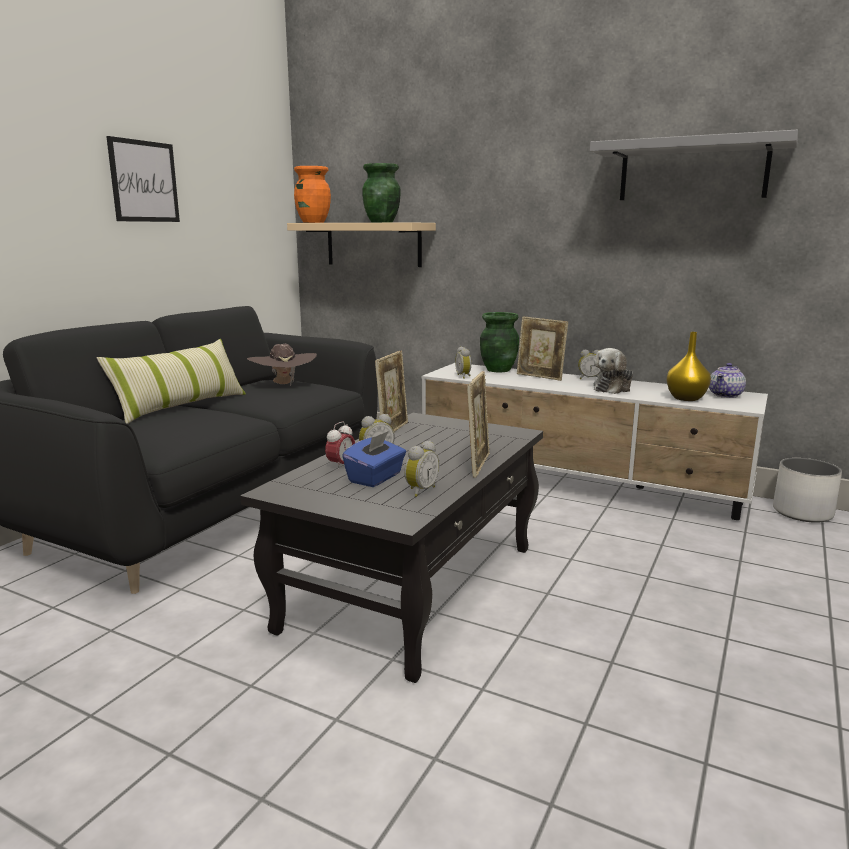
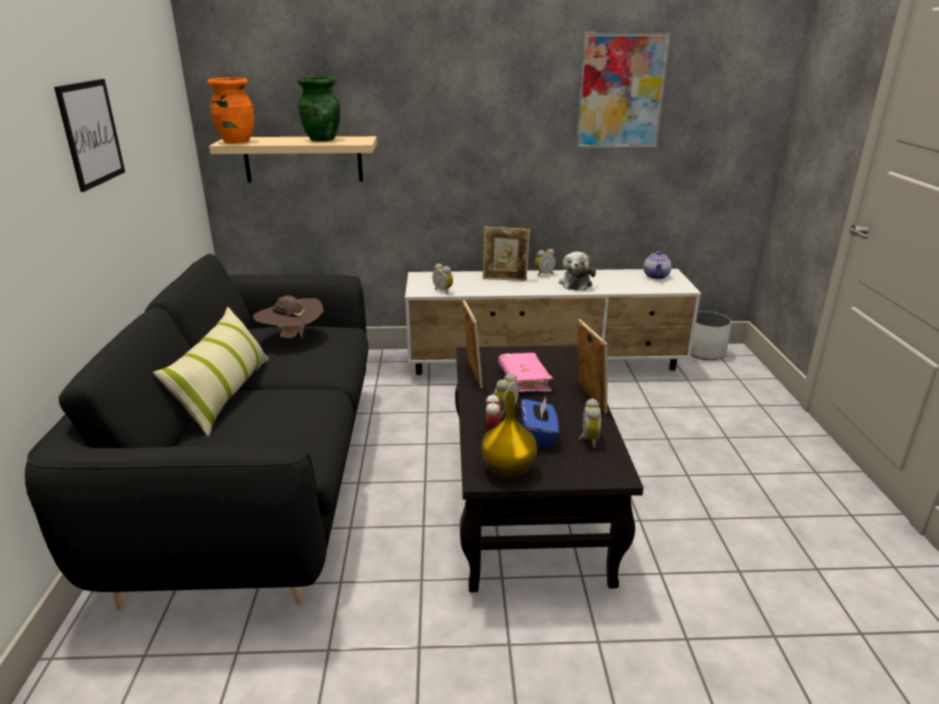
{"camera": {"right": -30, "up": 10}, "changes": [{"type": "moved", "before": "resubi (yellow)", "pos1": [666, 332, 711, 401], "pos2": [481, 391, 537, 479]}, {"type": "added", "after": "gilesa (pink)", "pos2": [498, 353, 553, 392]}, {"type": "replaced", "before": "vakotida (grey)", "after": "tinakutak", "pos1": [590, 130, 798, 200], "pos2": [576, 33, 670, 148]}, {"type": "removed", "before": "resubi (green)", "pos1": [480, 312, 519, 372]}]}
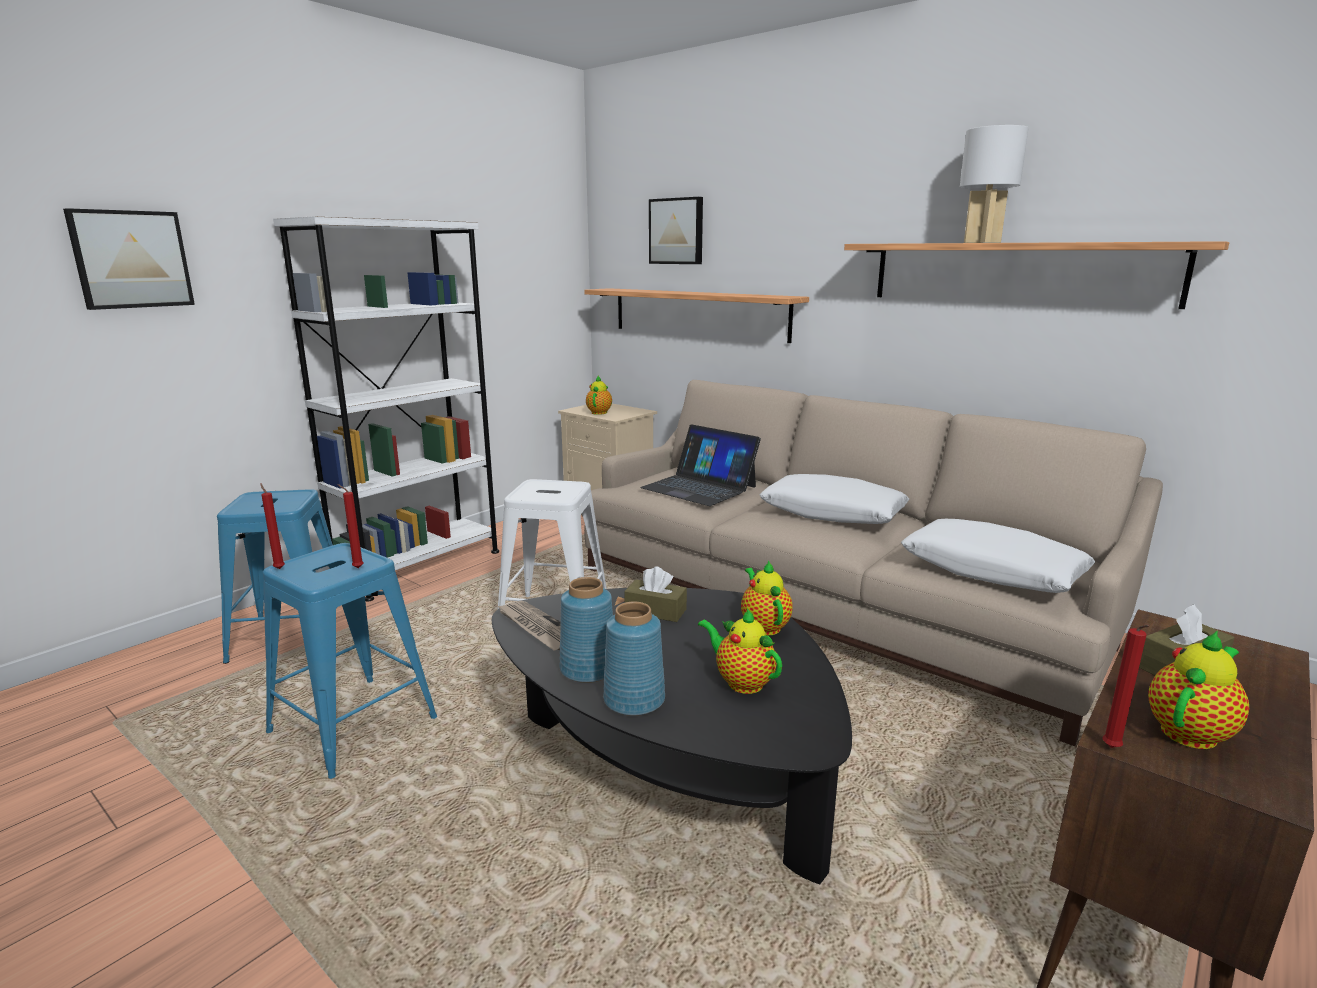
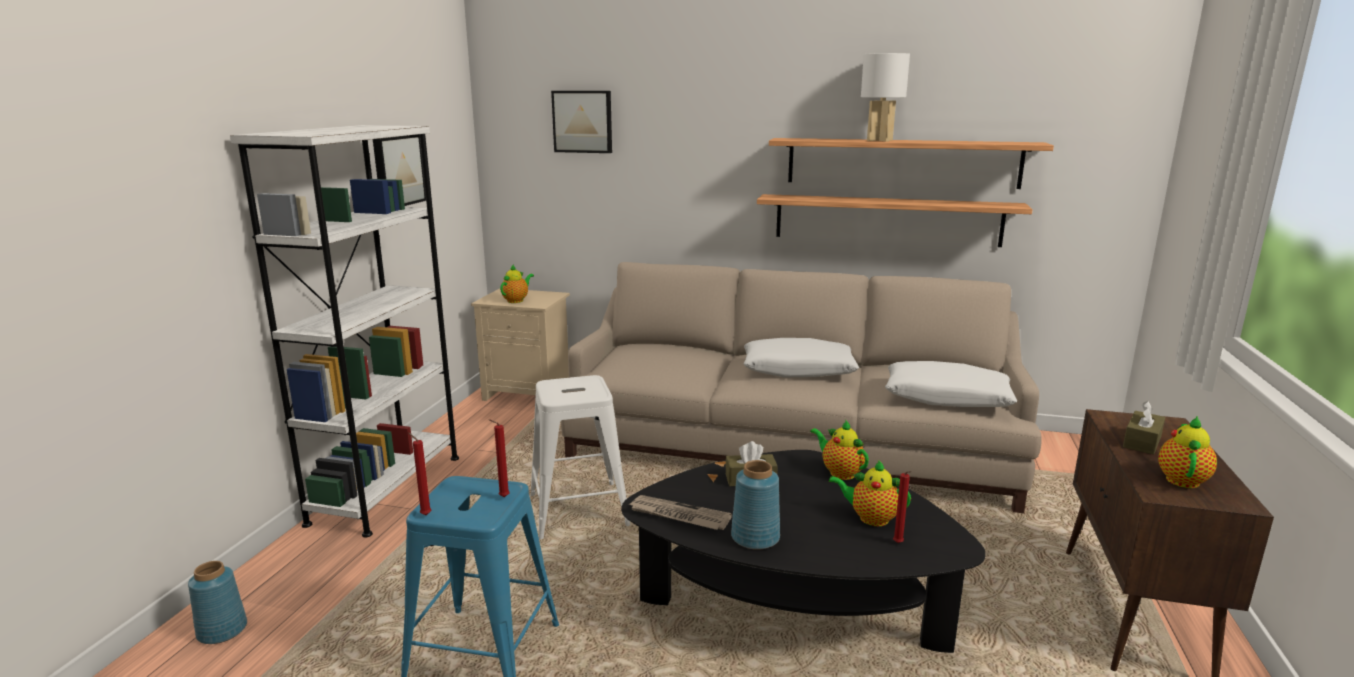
{"camera": {"right": -25, "up": 0}, "changes": [{"type": "moved", "before": "resubi (blue)", "pos1": [603, 602, 665, 716], "pos2": [188, 561, 247, 644]}, {"type": "moved", "before": "tinakutak", "pos1": [63, 208, 195, 310], "pos2": [373, 137, 426, 206]}, {"type": "turned", "before": "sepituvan", "pos1": [586, 375, 612, 415], "pos2": [500, 264, 534, 303], "turn": 45}, {"type": "moved", "before": "vakotida", "pos1": [584, 288, 809, 343], "pos2": [757, 194, 1033, 247]}, {"type": "moved", "before": "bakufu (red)", "pos1": [1102, 625, 1149, 748], "pos2": [893, 471, 912, 543]}, {"type": "removed", "before": "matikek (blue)", "pos1": [217, 489, 333, 664]}, {"type": "removed", "before": "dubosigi", "pos1": [640, 424, 761, 506]}]}
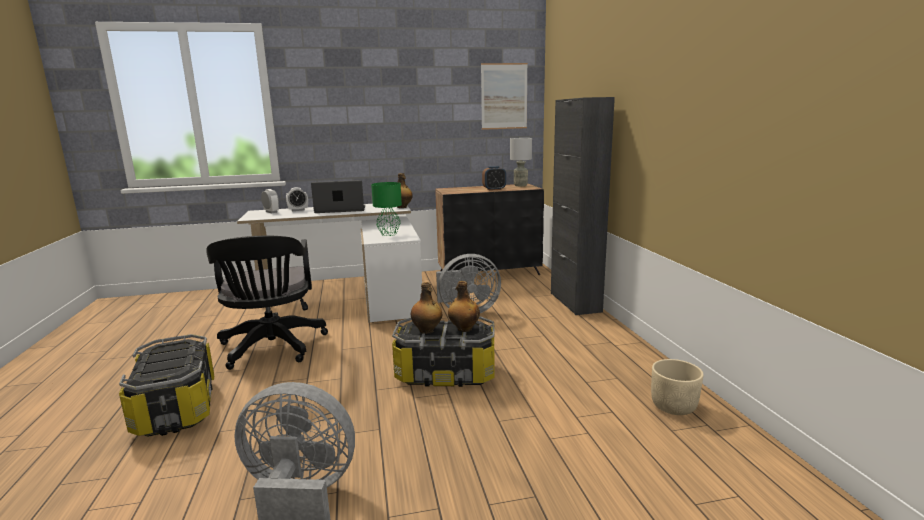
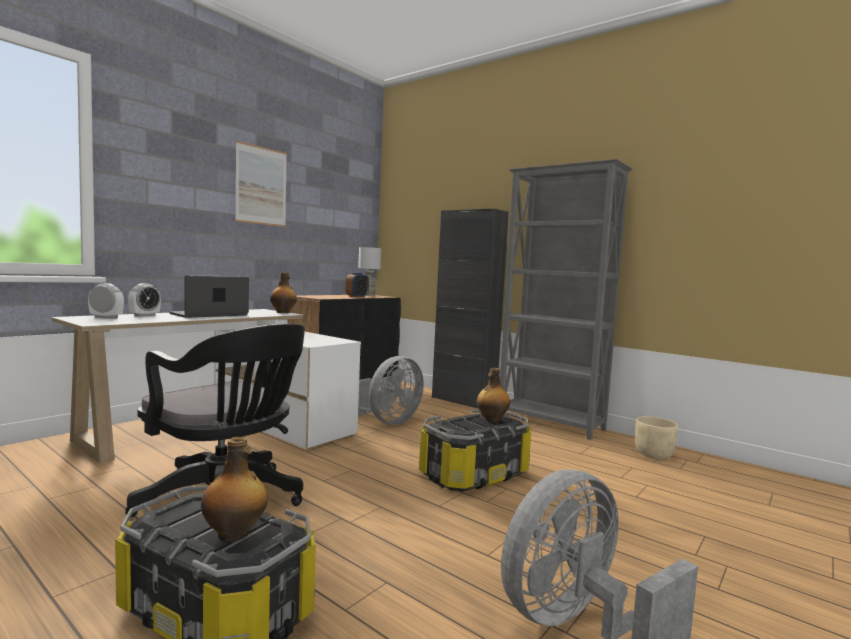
{"camera": {"right": -40, "up": -10}, "changes": [{"type": "moved", "before": "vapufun", "pos1": [411, 282, 442, 334], "pos2": [201, 437, 268, 542]}, {"type": "moved", "before": "tinakutak", "pos1": [481, 63, 528, 130], "pos2": [235, 141, 287, 227]}, {"type": "added", "after": "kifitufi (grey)", "pos2": [500, 159, 633, 440]}, {"type": "removed", "before": "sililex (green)", "pos1": [371, 182, 402, 236]}]}
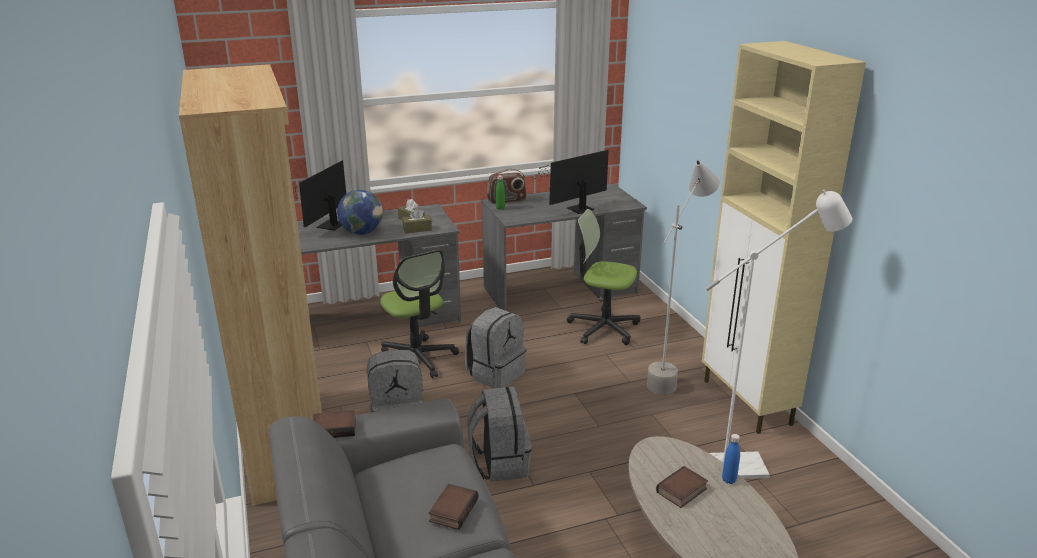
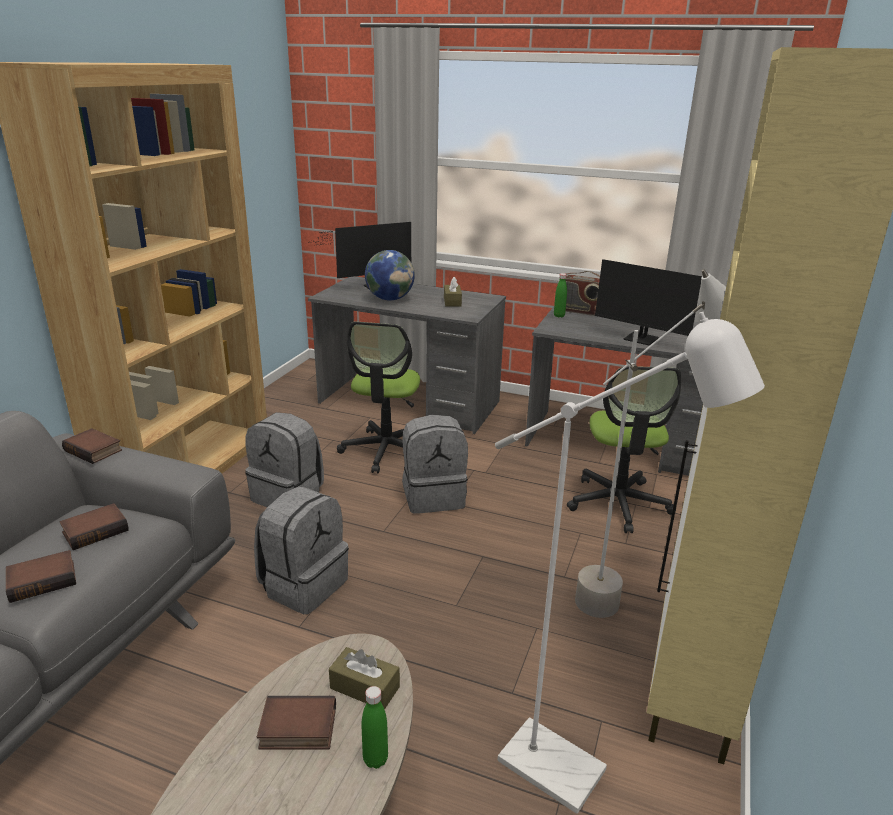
{"camera": {"right": 40, "up": 0}, "changes": [{"type": "added", "after": "gilesa", "pos2": [60, 503, 129, 550]}, {"type": "moved", "before": "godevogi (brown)", "pos1": [402, 208, 432, 233], "pos2": [329, 647, 400, 710]}, {"type": "recoloured", "before": "vapufun (blue)", "after": "vapufun (green)", "pos1": [722, 434, 740, 484], "pos2": [361, 686, 388, 769]}, {"type": "turned", "before": "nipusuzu", "pos1": [567, 209, 641, 345], "pos2": [567, 366, 681, 533], "turn": -150}, {"type": "turned", "before": "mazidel", "pos1": [530, 150, 609, 214], "pos2": [595, 259, 702, 345], "turn": -150}]}
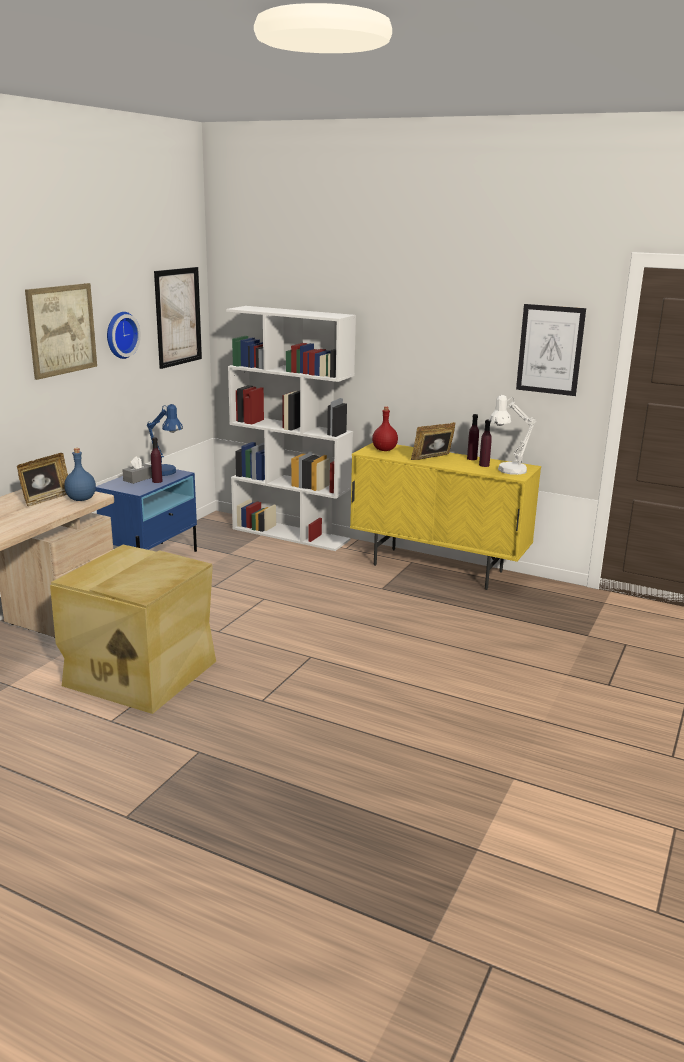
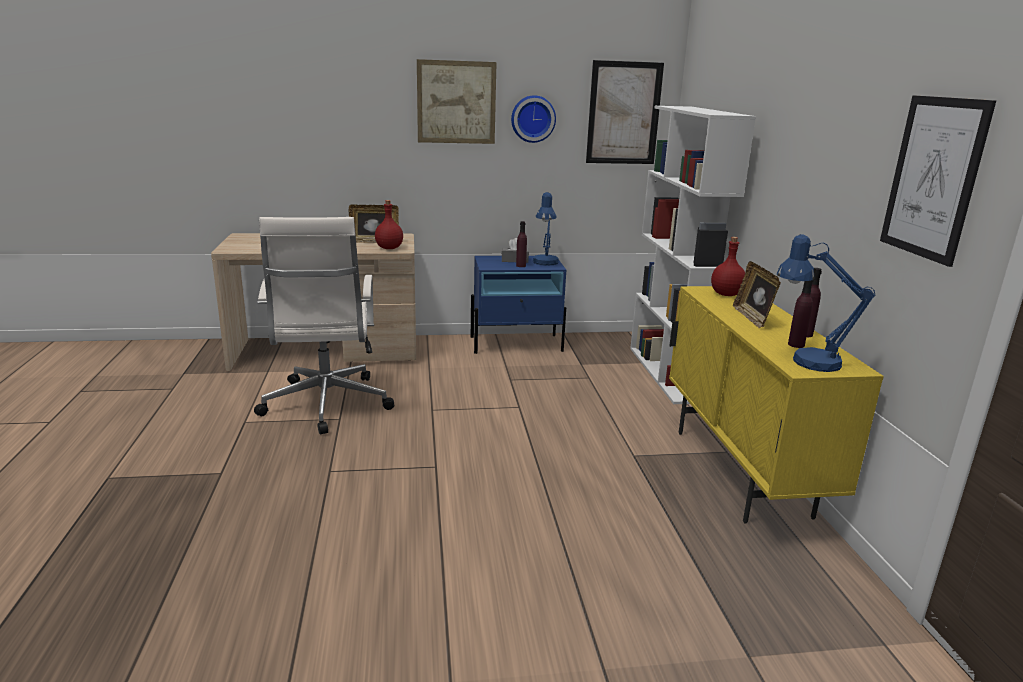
{"camera": {"right": 55, "up": 0}, "changes": [{"type": "replaced", "before": "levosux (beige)", "after": "nipusuzu (white)", "pos1": [50, 545, 216, 714], "pos2": [254, 217, 394, 435]}, {"type": "recoloured", "before": "vapufun (blue)", "after": "vapufun (red)", "pos1": [64, 448, 96, 501], "pos2": [375, 200, 403, 249]}, {"type": "turned", "before": "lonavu", "pos1": [411, 422, 456, 460], "pos2": [733, 261, 781, 328], "turn": -120}, {"type": "recoloured", "before": "sililex (white)", "after": "sililex (blue)", "pos1": [489, 395, 536, 475], "pos2": [777, 234, 875, 372]}]}
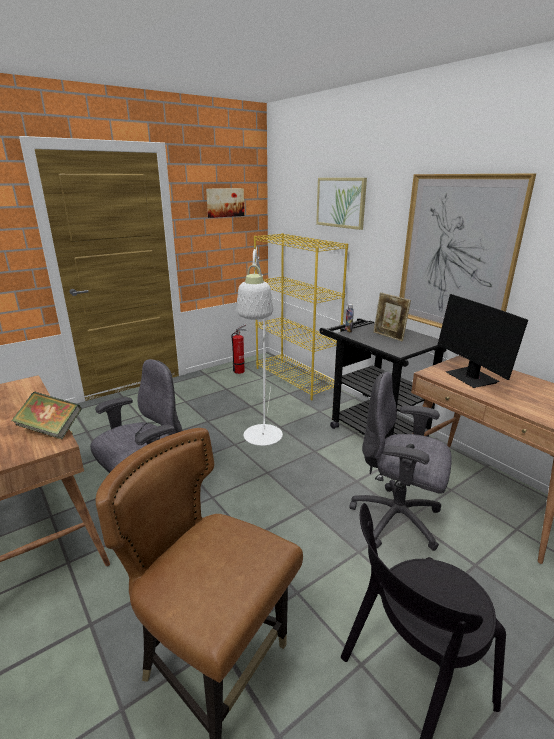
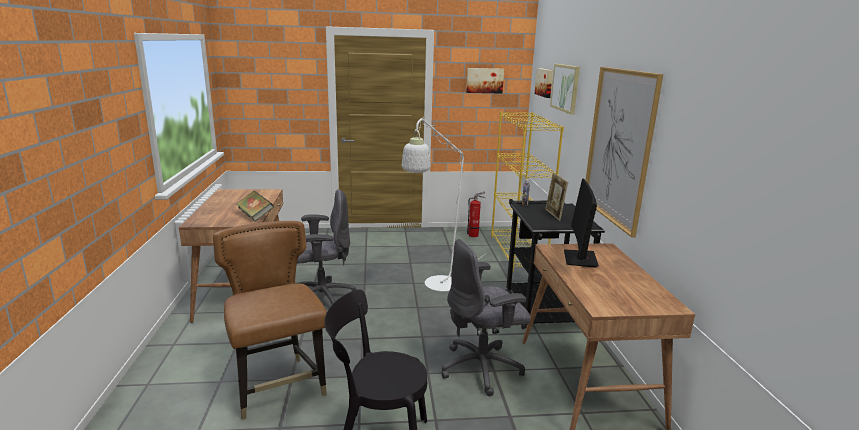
{"camera": {"right": 30, "up": -5}, "changes": [{"type": "turned", "before": "nipusuzu (grey)", "pos1": [349, 372, 452, 551], "pos2": [441, 239, 531, 396], "turn": -75}, {"type": "added", "after": "tinakutak", "pos2": [535, 68, 553, 98]}]}
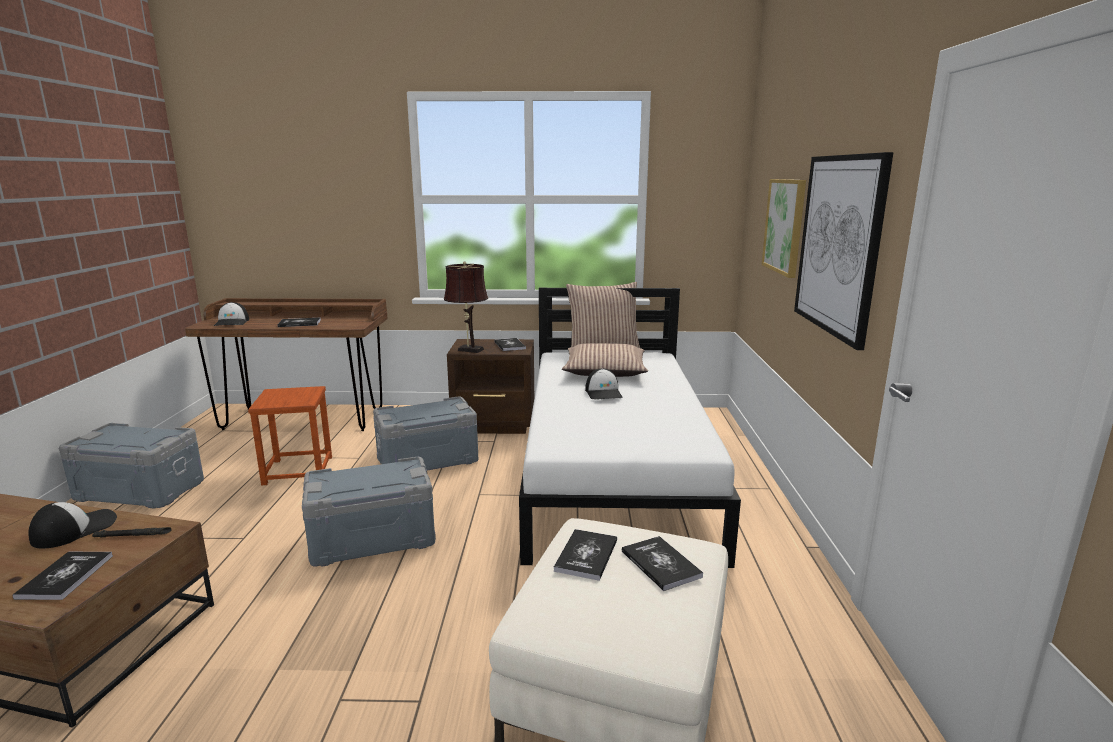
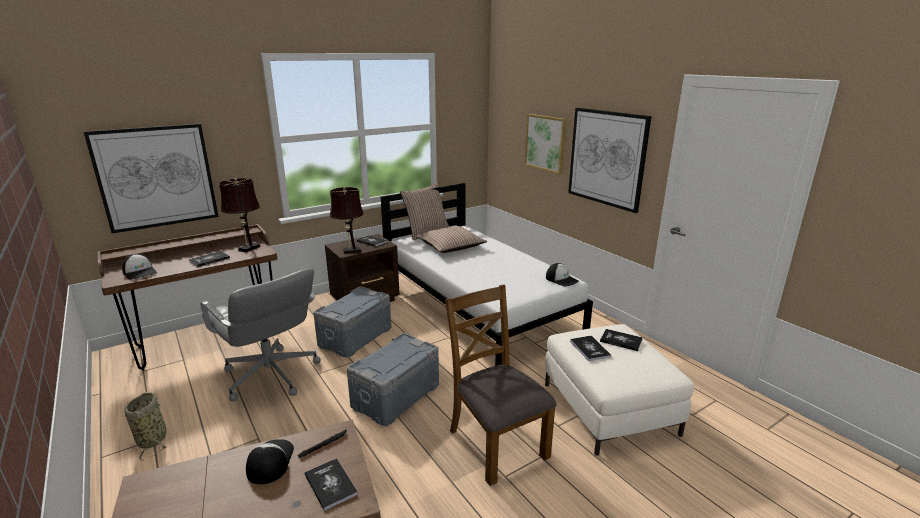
{"camera": {"right": -35, "up": 5}, "changes": [{"type": "added", "after": "tinakutak", "pos2": [84, 124, 219, 234]}, {"type": "replaced", "before": "levosux (grey)", "after": "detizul", "pos1": [59, 423, 204, 509], "pos2": [124, 392, 168, 461]}, {"type": "replaced", "before": "matikek (brown)", "after": "nipusuzu (grey)", "pos1": [248, 386, 332, 485], "pos2": [200, 268, 321, 402]}, {"type": "added", "after": "sililex (brown)", "pos2": [219, 178, 261, 252]}, {"type": "added", "after": "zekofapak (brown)", "pos2": [445, 285, 557, 486]}, {"type": "moved", "before": "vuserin", "pos1": [585, 368, 623, 399], "pos2": [546, 263, 579, 287]}]}
